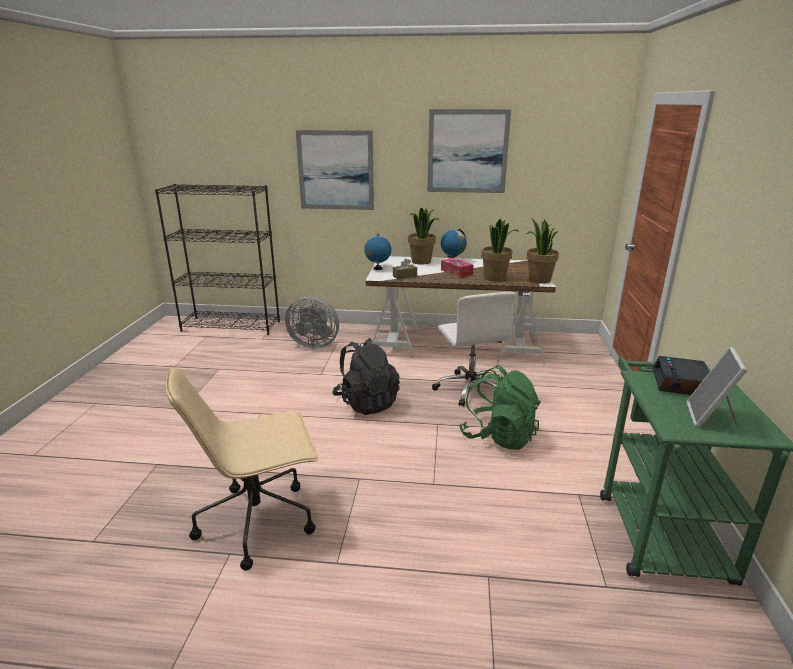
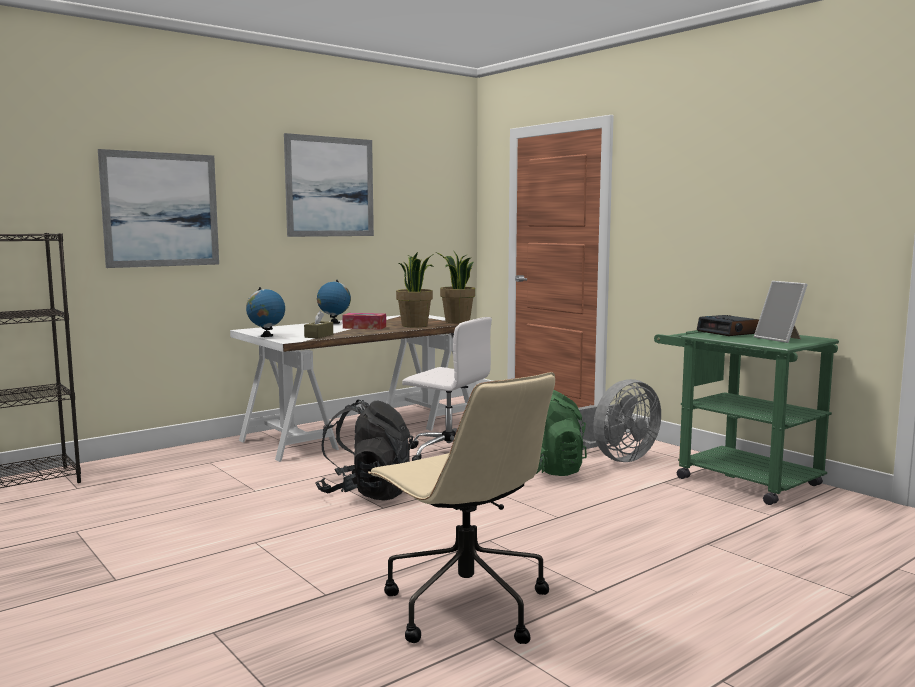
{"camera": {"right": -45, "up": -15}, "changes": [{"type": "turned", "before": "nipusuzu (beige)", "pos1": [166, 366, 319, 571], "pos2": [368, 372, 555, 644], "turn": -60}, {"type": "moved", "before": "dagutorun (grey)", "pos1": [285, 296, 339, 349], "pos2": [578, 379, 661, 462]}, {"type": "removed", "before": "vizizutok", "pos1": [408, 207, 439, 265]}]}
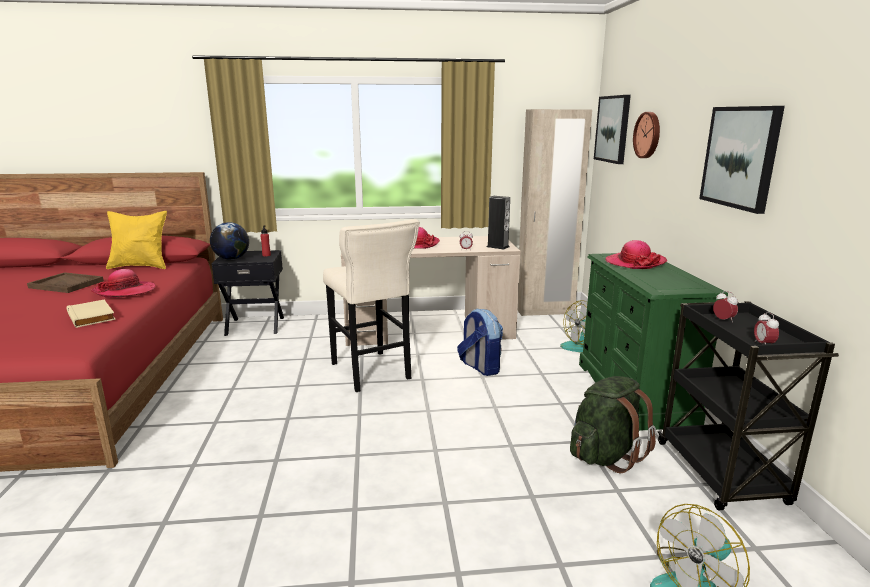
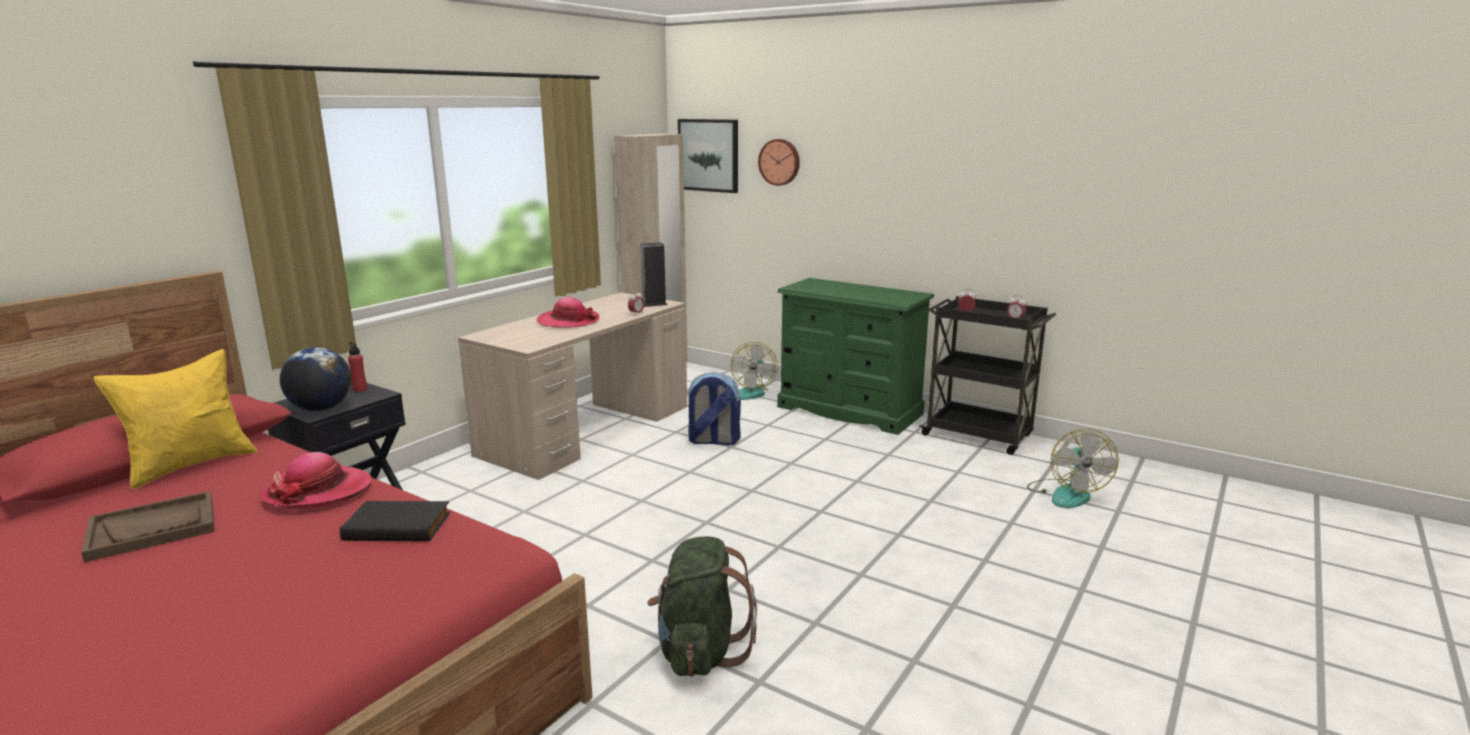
{"camera": {"right": -50, "up": 0}, "changes": [{"type": "recoloured", "before": "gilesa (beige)", "after": "gilesa (black)", "pos1": [67, 299, 116, 328], "pos2": [340, 501, 450, 541]}, {"type": "moved", "before": "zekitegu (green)", "pos1": [570, 376, 656, 473], "pos2": [647, 536, 757, 677]}, {"type": "removed", "before": "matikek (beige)", "pos1": [323, 219, 420, 392]}, {"type": "removed", "before": "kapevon", "pos1": [606, 240, 667, 269]}, {"type": "removed", "before": "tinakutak", "pos1": [699, 106, 785, 214]}]}
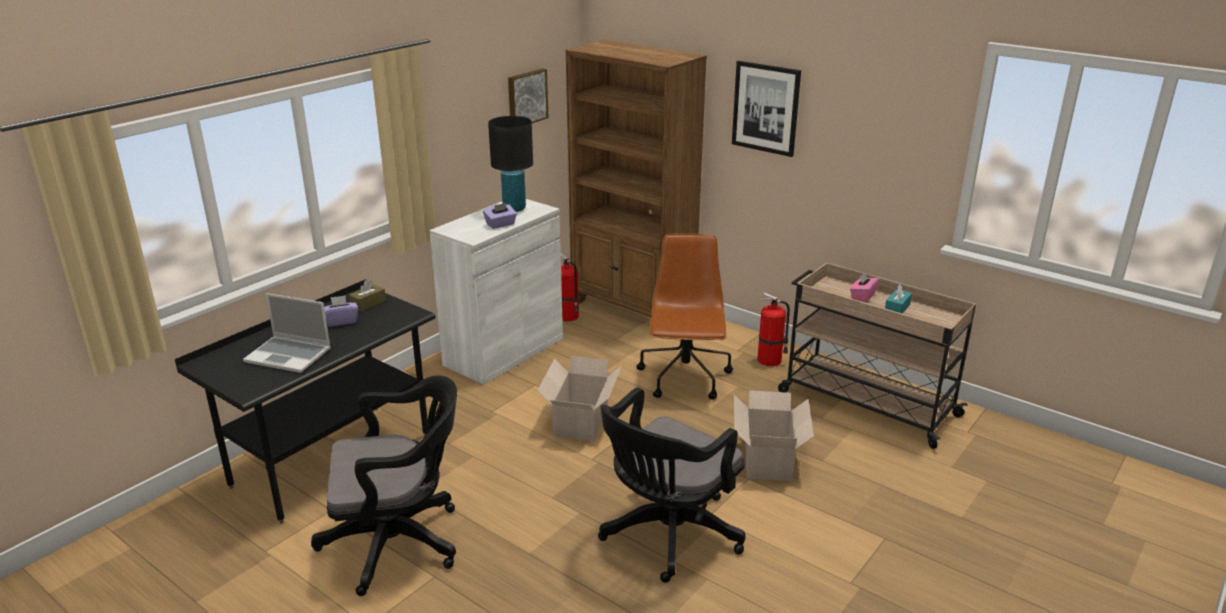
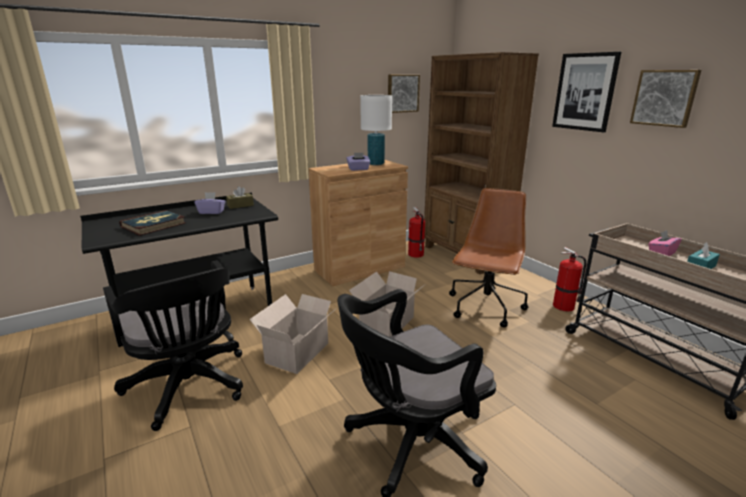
{"camera": {"right": 20, "up": -5}, "changes": [{"type": "turned", "before": "nipusuzu (black)", "pos1": [311, 375, 457, 596], "pos2": [103, 260, 243, 431], "turn": 45}, {"type": "replaced", "before": "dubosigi", "after": "gilesa", "pos1": [243, 293, 331, 373], "pos2": [119, 210, 186, 236]}, {"type": "moved", "before": "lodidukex", "pos1": [734, 390, 814, 481], "pos2": [249, 294, 338, 374]}, {"type": "recoloured", "before": "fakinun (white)", "after": "fakinun (brown)", "pos1": [429, 199, 563, 385], "pos2": [308, 160, 408, 286]}, {"type": "recoloured", "before": "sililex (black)", "after": "sililex (white)", "pos1": [488, 116, 533, 212], "pos2": [360, 95, 392, 165]}, {"type": "added", "after": "tinakutak", "pos2": [630, 70, 701, 128]}]}
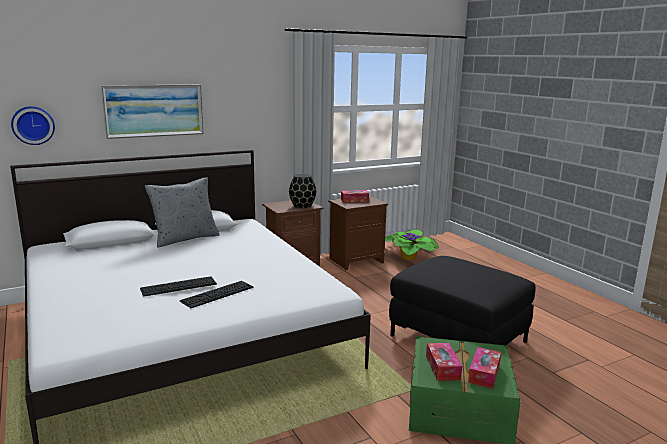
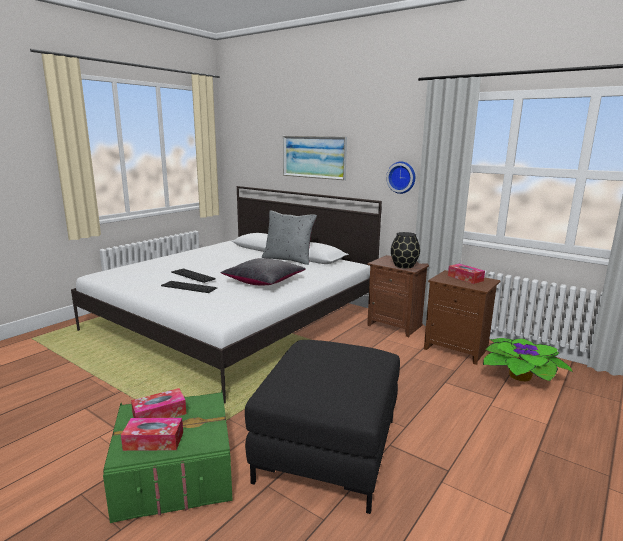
{"camera": {"right": 65, "up": 0}, "changes": [{"type": "added", "after": "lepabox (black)", "pos2": [221, 258, 306, 285]}, {"type": "moved", "before": "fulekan", "pos1": [11, 106, 55, 145], "pos2": [386, 161, 415, 194]}]}
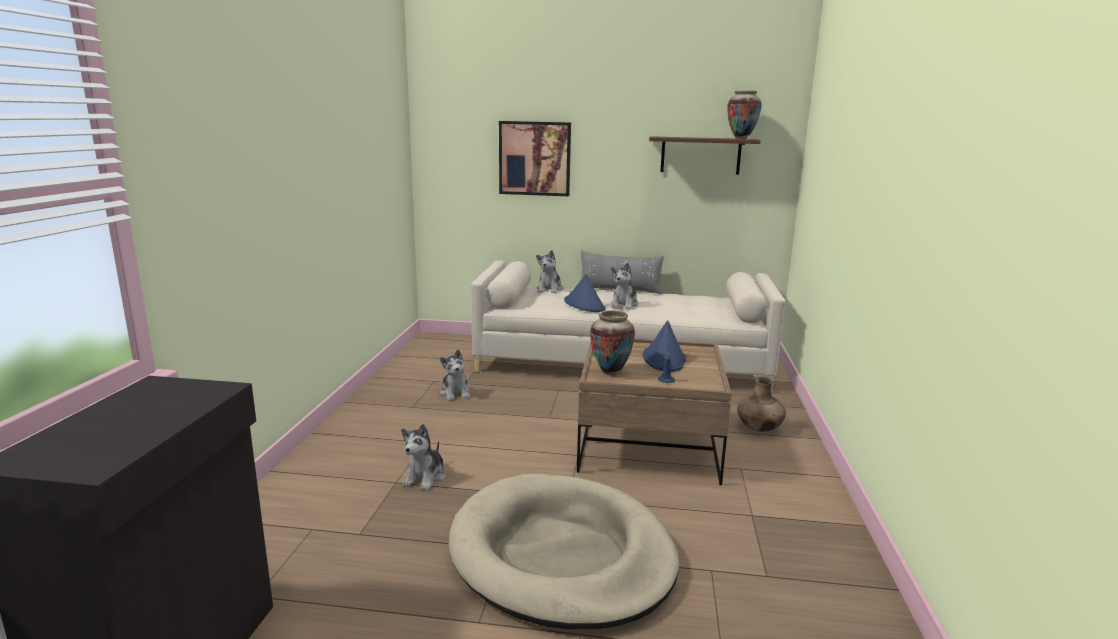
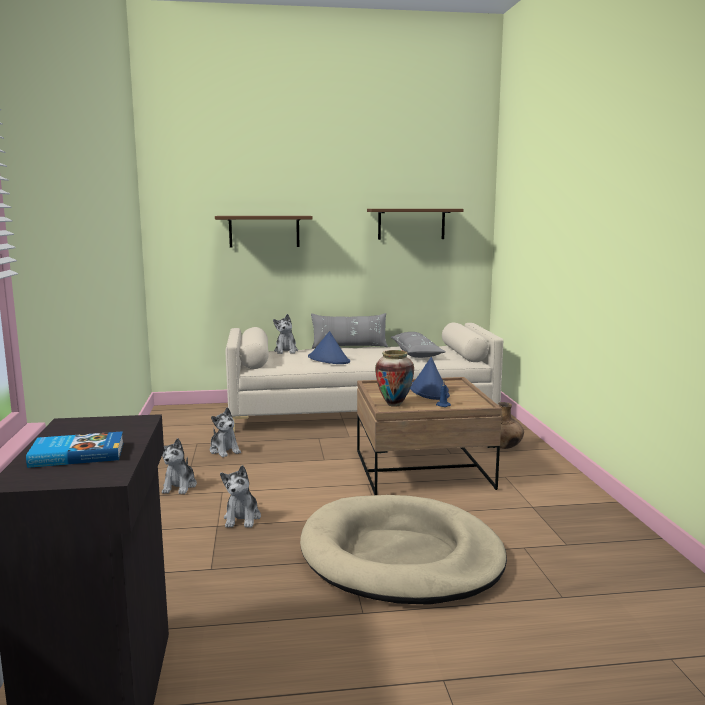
{"camera": {"right": -15, "up": -5}, "changes": [{"type": "added", "after": "gilesa", "pos2": [26, 431, 124, 468]}, {"type": "moved", "before": "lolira", "pos1": [611, 263, 638, 310], "pos2": [162, 438, 197, 494]}, {"type": "replaced", "before": "tinakutak", "after": "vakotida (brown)", "pos1": [499, 121, 571, 196], "pos2": [215, 216, 313, 248]}, {"type": "added", "after": "lepabox (grey)", "pos2": [391, 332, 445, 358]}, {"type": "removed", "before": "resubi", "pos1": [727, 91, 762, 139]}]}
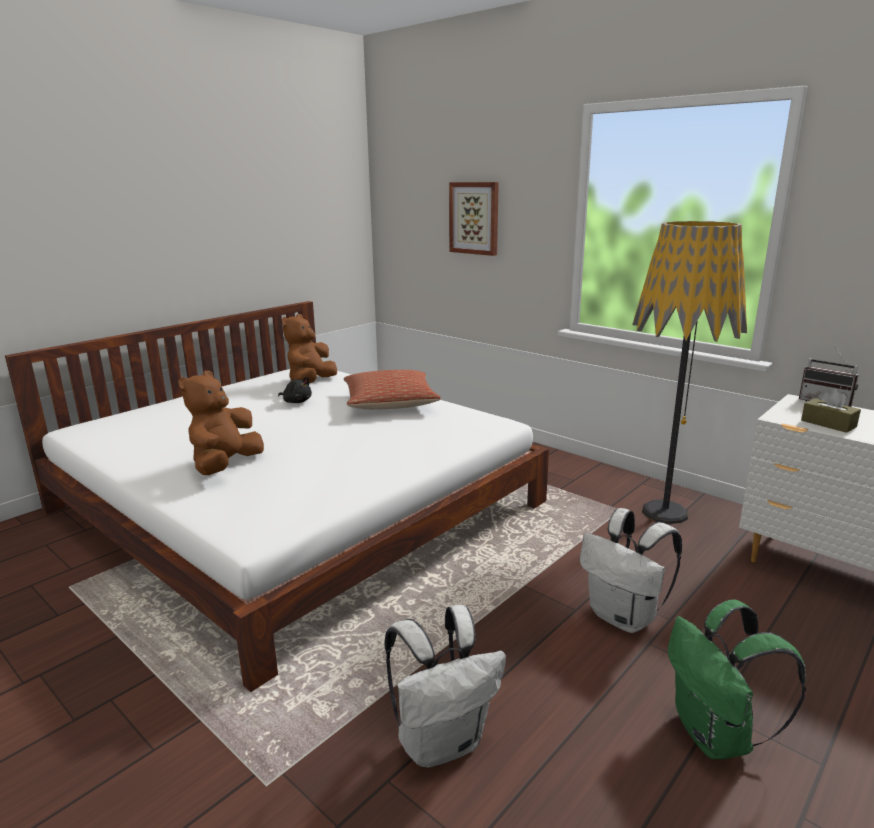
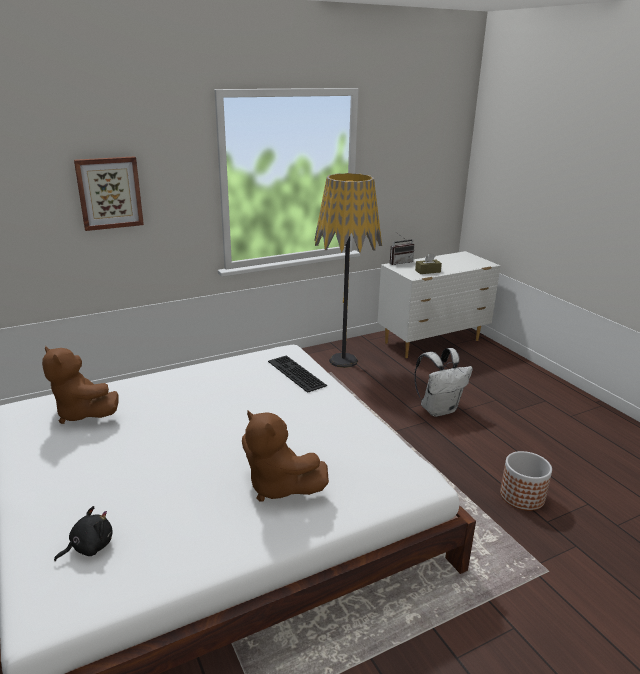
{"camera": {"right": -70, "up": 5}, "changes": [{"type": "moved", "before": "lolira (black)", "pos1": [278, 377, 312, 403], "pos2": [54, 506, 113, 561]}, {"type": "added", "after": "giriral", "pos2": [268, 355, 327, 393]}, {"type": "replaced", "before": "zekitegu (white)", "after": "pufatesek", "pos1": [385, 605, 506, 768], "pos2": [500, 451, 552, 511]}, {"type": "removed", "before": "lepabox", "pos1": [344, 370, 441, 410]}, {"type": "removed", "before": "zekitegu (green)", "pos1": [668, 599, 806, 760]}]}
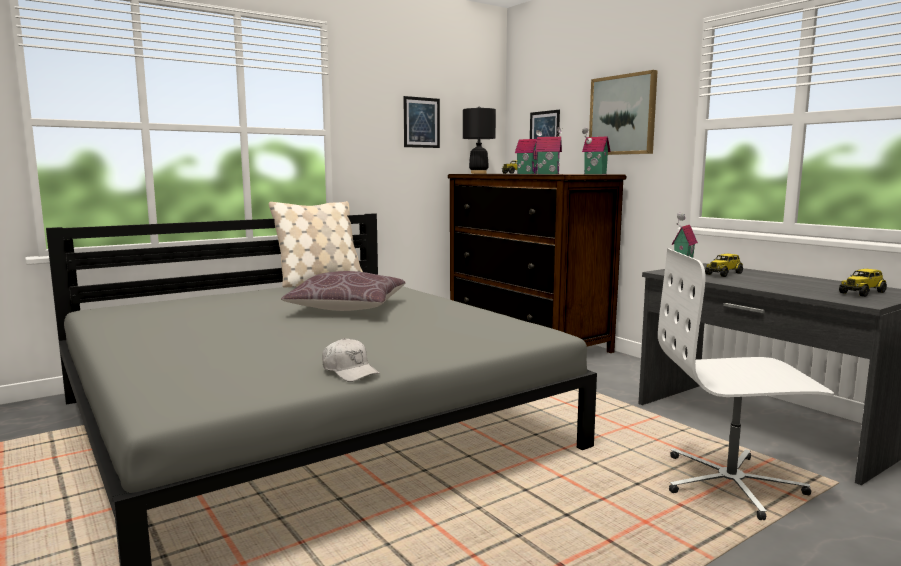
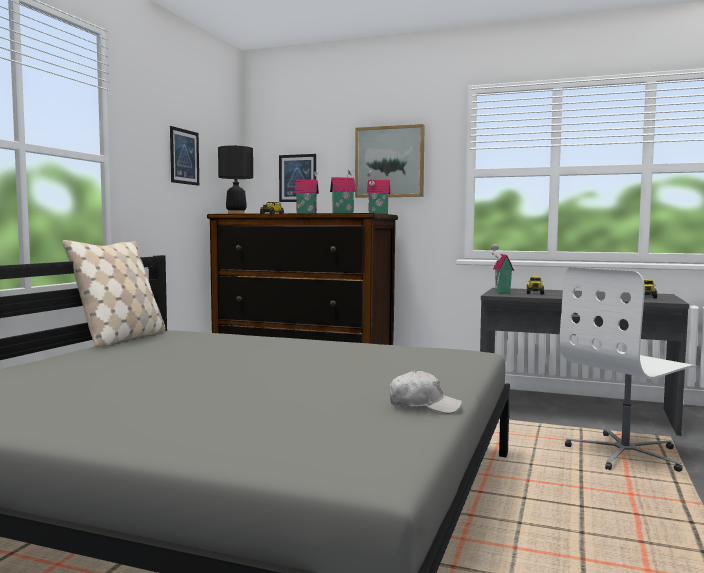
{"camera": {"right": -35, "up": -5}, "changes": [{"type": "removed", "before": "lepabox (brown)", "pos1": [281, 271, 406, 311]}]}
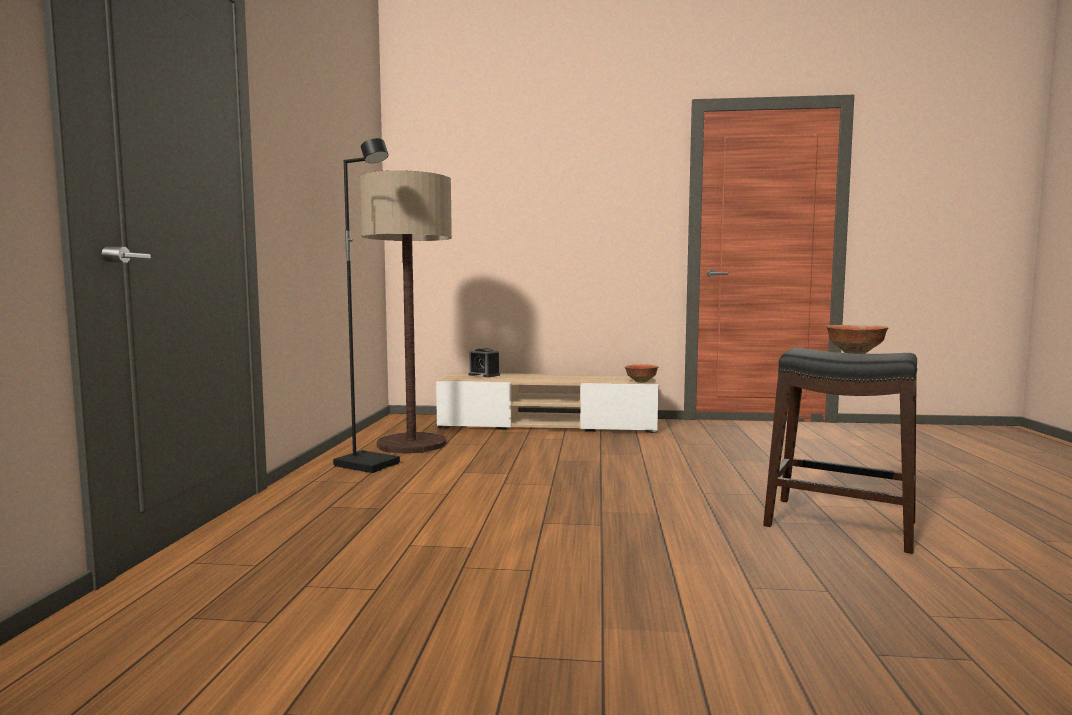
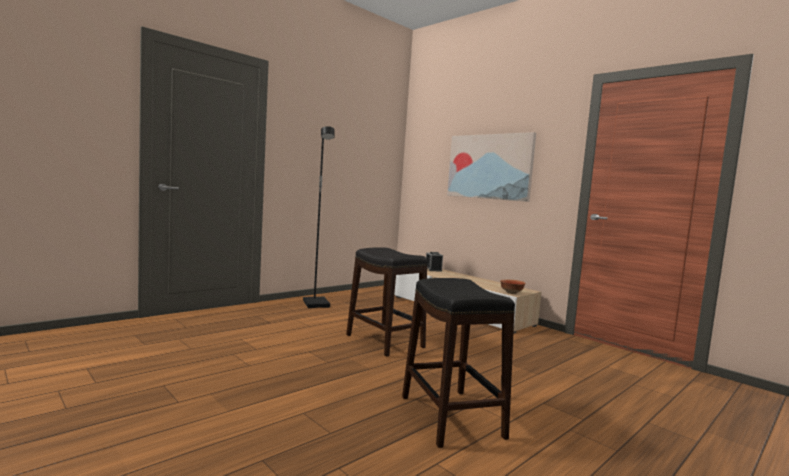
{"camera": {"right": 40, "up": 0}, "changes": [{"type": "added", "after": "matikek (black)", "pos2": [346, 247, 427, 357]}, {"type": "added", "after": "tinakutak", "pos2": [447, 132, 536, 202]}, {"type": "removed", "before": "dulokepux", "pos1": [360, 170, 452, 454]}, {"type": "removed", "before": "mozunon", "pos1": [826, 325, 888, 354]}]}
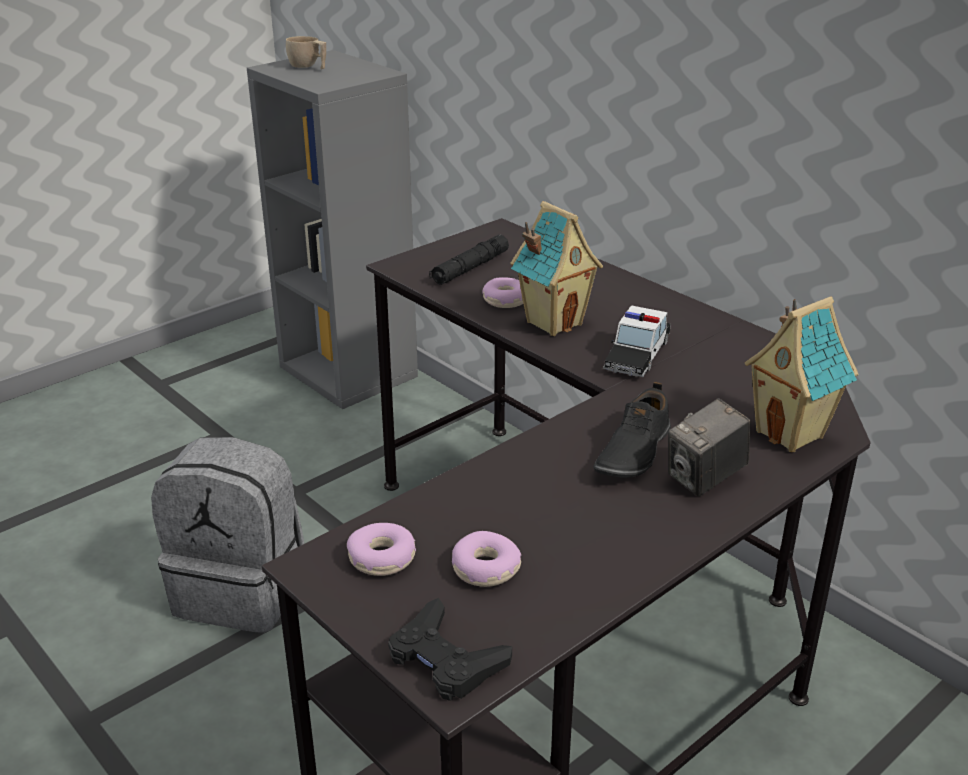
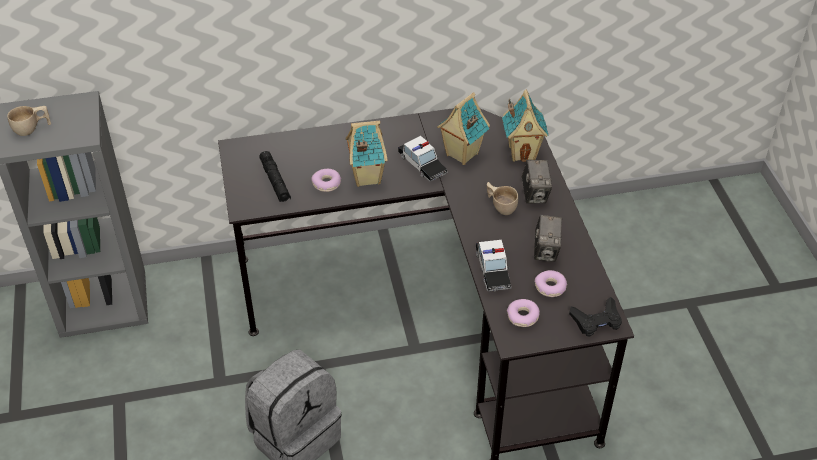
{"camera": {"right": -60, "up": 15}, "changes": [{"type": "added", "after": "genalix", "pos2": [437, 92, 490, 165]}, {"type": "added", "after": "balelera", "pos2": [476, 240, 511, 291]}, {"type": "replaced", "before": "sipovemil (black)", "after": "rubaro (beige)", "pos1": [593, 382, 671, 478], "pos2": [487, 182, 518, 215]}, {"type": "added", "after": "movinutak", "pos2": [534, 215, 562, 262]}]}
